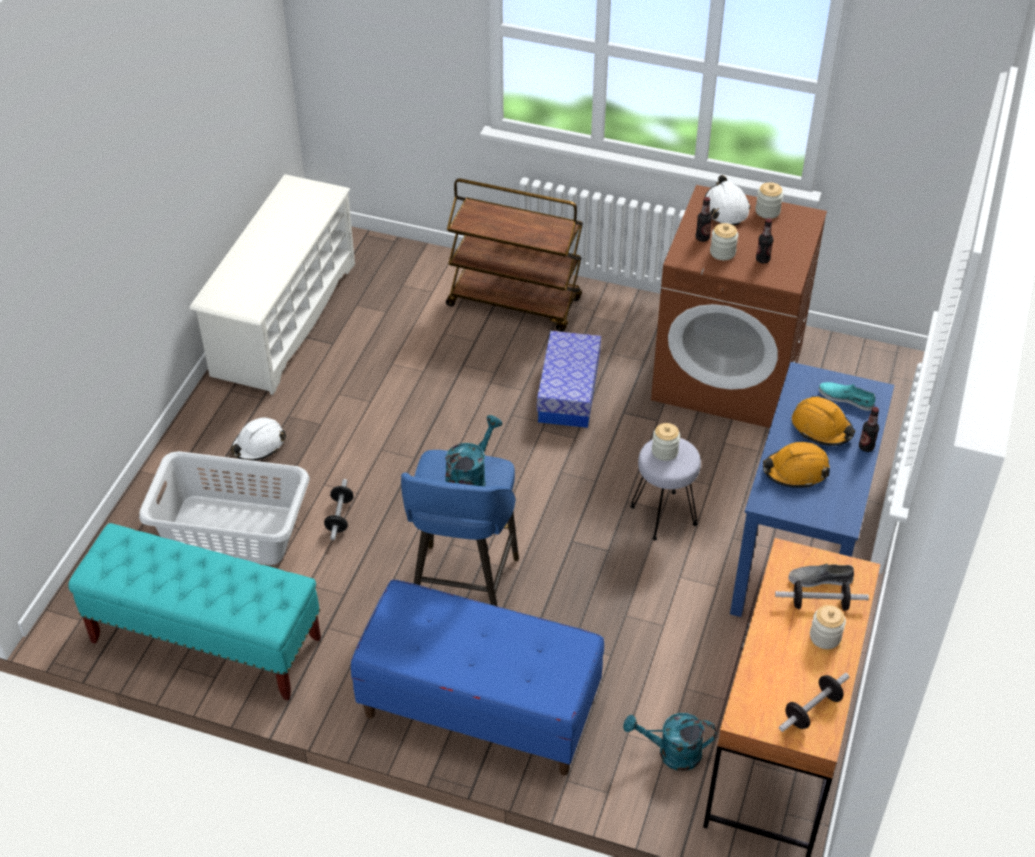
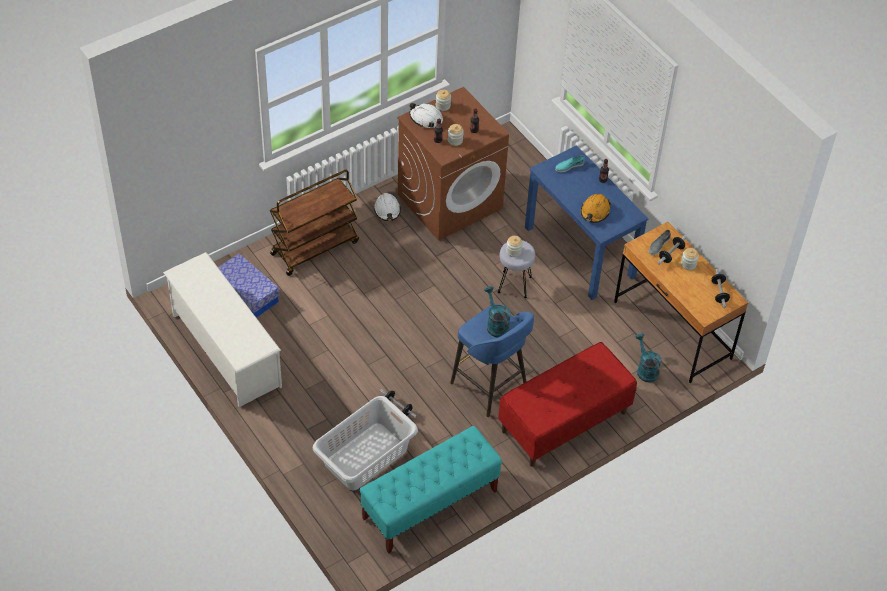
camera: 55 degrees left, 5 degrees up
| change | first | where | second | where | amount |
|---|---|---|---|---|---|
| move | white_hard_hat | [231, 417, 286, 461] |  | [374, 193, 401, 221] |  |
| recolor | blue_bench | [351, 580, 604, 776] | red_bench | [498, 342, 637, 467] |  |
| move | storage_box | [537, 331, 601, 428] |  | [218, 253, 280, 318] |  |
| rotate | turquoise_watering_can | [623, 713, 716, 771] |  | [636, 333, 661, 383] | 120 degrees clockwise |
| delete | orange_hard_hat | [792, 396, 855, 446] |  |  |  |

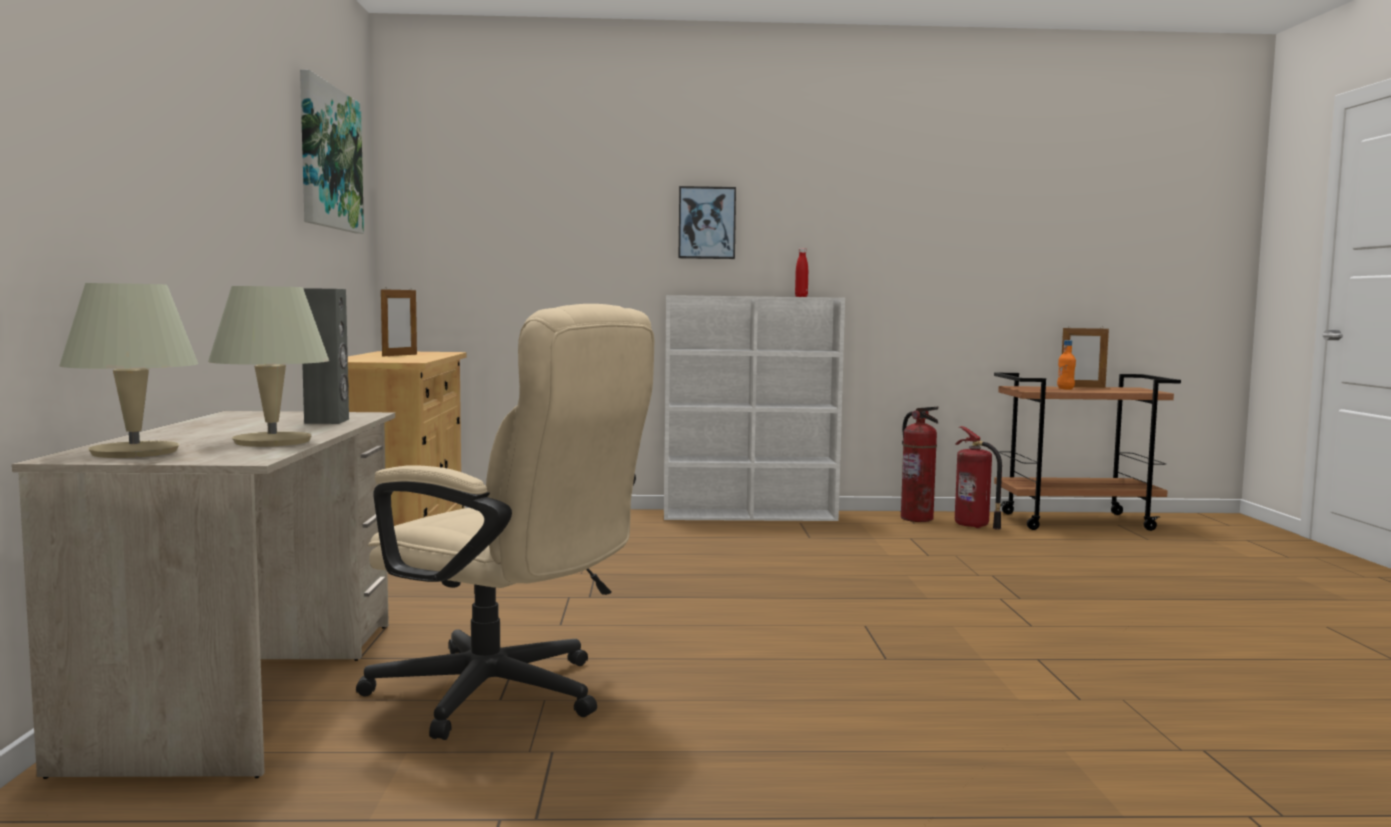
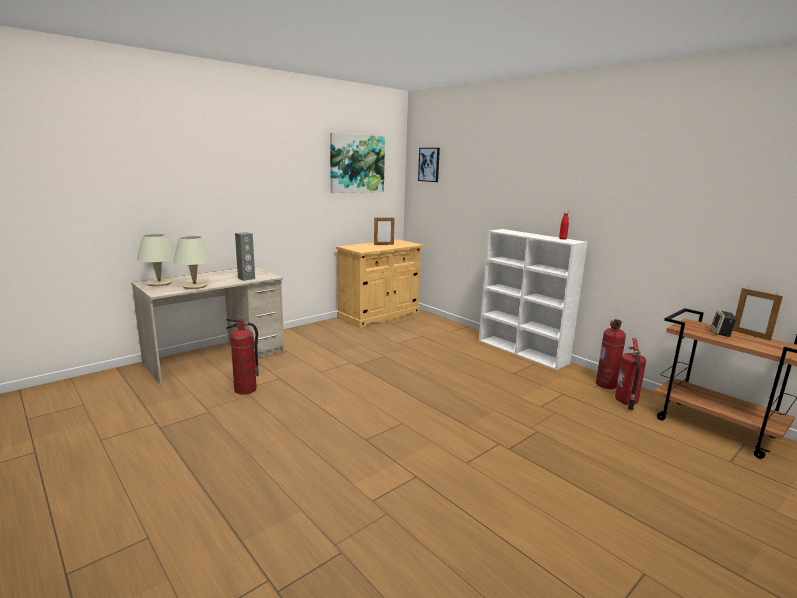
camera: 50 degrees right, 10 degrees up
| change | first | where | second | where | amount |
|---|---|---|---|---|---|
| replace | beige_office_chair | [356, 304, 654, 740] | fire_extinguisher | [226, 318, 259, 395] |  |
| move | picture | [678, 186, 736, 259] |  | [418, 148, 440, 182] |  |
| replace | orange_bottle | [1057, 340, 1076, 390] | speaker | [711, 310, 737, 337] |  |

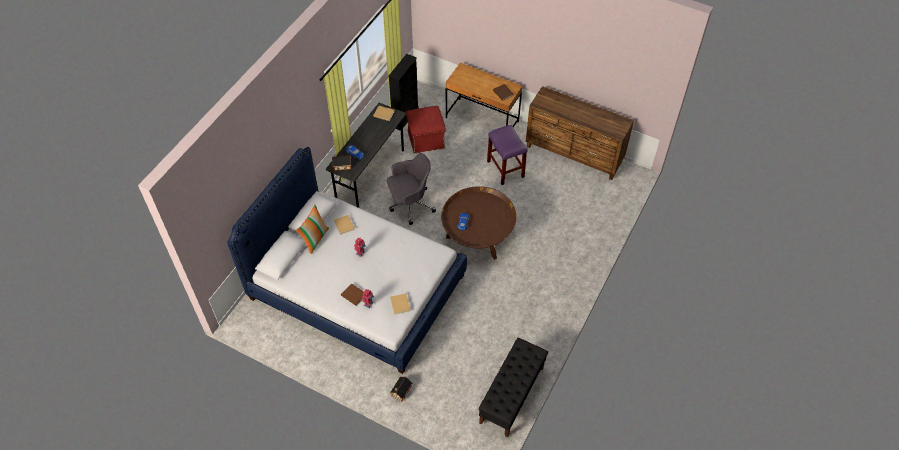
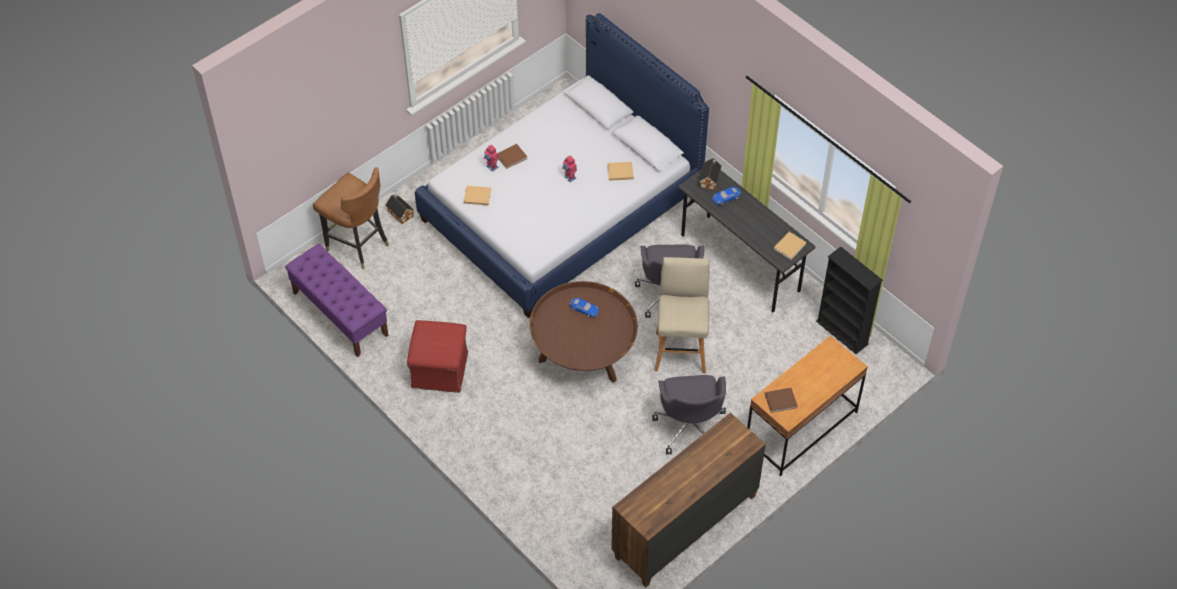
camera: 110 degrees right, 0 degrees up
| change | first | where | second | where | amount |
|---|---|---|---|---|---|
| delete | pillow | [296, 205, 329, 254] |  |  |  |
| move | red_ottoman | [406, 106, 446, 153] |  | [407, 320, 468, 393] |  |
| recolor | black_bench | [479, 338, 548, 438] | purple_bench | [285, 244, 389, 357] |  |
| replace | purple_stool | [487, 125, 527, 185] | grey_office_chair | [652, 375, 726, 454] |  |
| insert |  |  | brown_chair | [313, 167, 389, 269] |  |
| insert |  |  | beige_stool | [654, 257, 710, 373] |  |

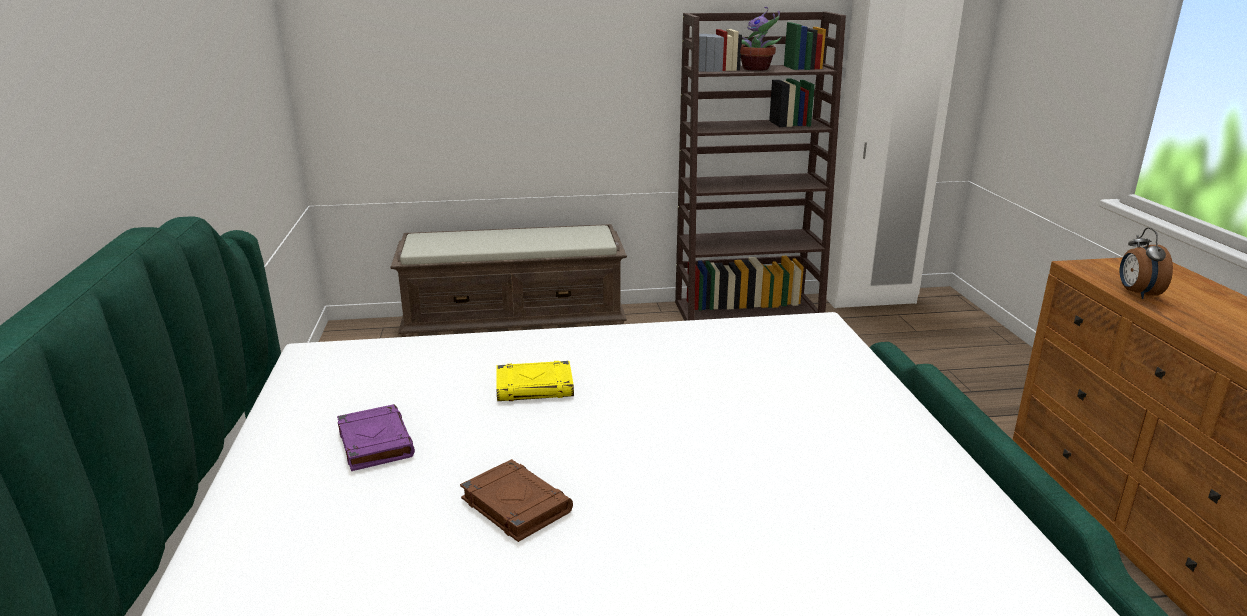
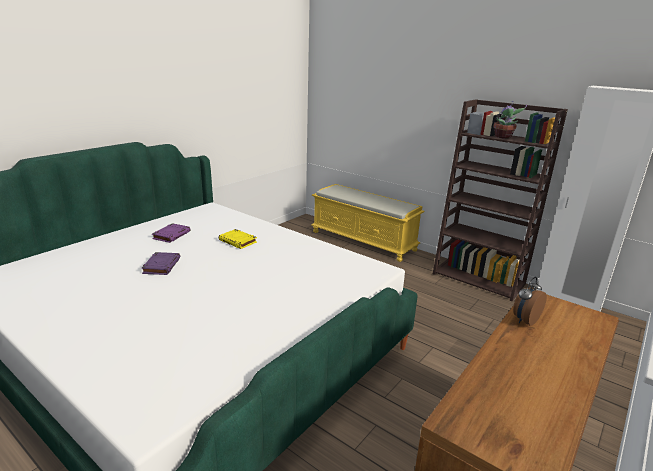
camera: 45 degrees right, 0 degrees up
| change | first | where | second | where | amount |
|---|---|---|---|---|---|
| recolor | brown_bench | [390, 224, 627, 337] | yellow_bench | [311, 184, 425, 262] |  |
| recolor | brown_book | [460, 459, 573, 542] | purple_book | [141, 252, 180, 275] |  |

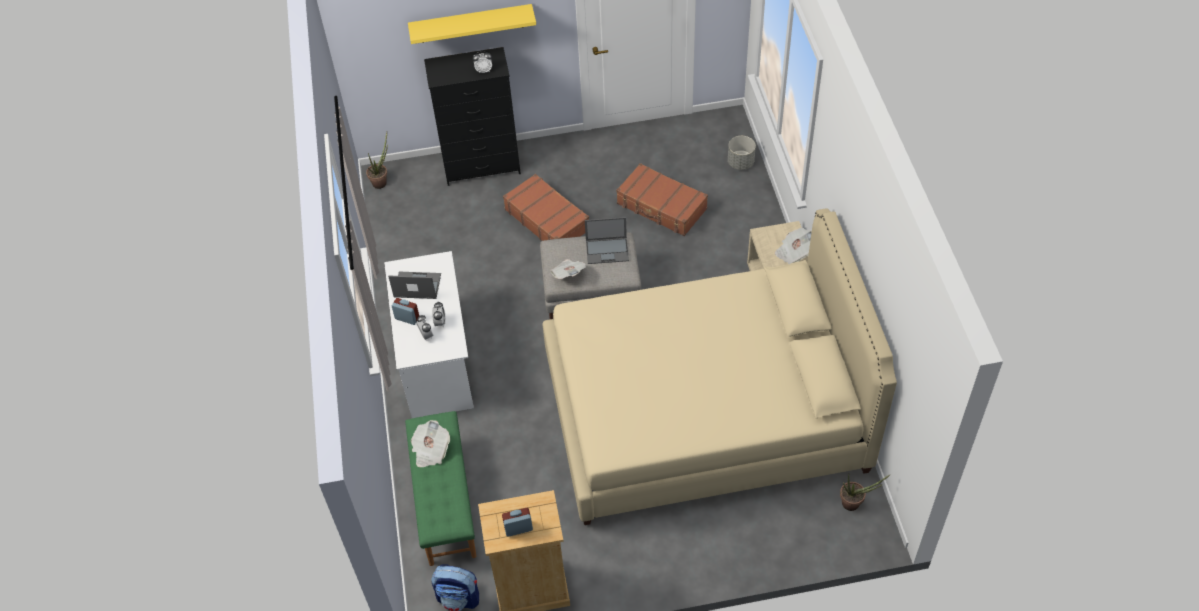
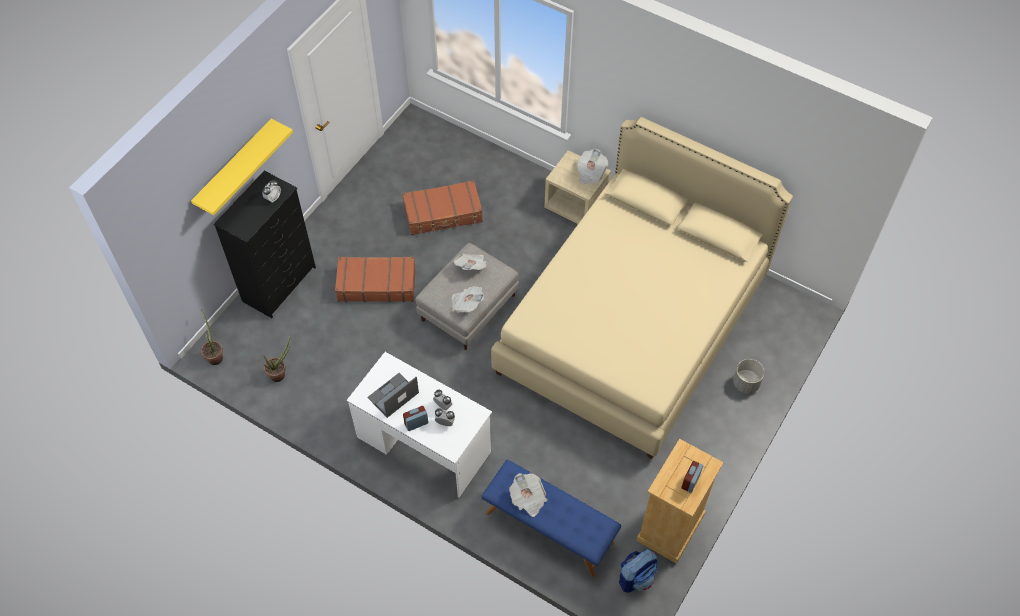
camera: 50 degrees left, 5 degrees up
| change | first | where | second | where | amount |
|---|---|---|---|---|---|
| recolor | green_bench | [405, 411, 476, 566] | blue_bench | [481, 460, 621, 577] |  |
| replace | laptop | [585, 217, 629, 264] | newspaper | [454, 254, 487, 270] |  |
| move | grey_planter | [728, 136, 756, 170] |  | [733, 359, 765, 394] |  |
| move | potted_plant | [840, 474, 891, 511] |  | [264, 334, 291, 382] |  |

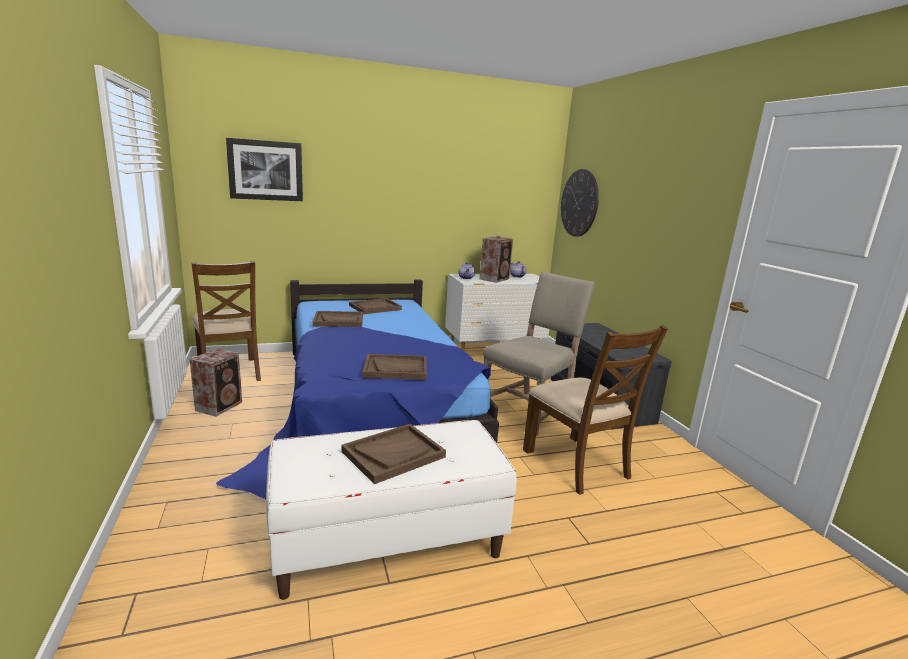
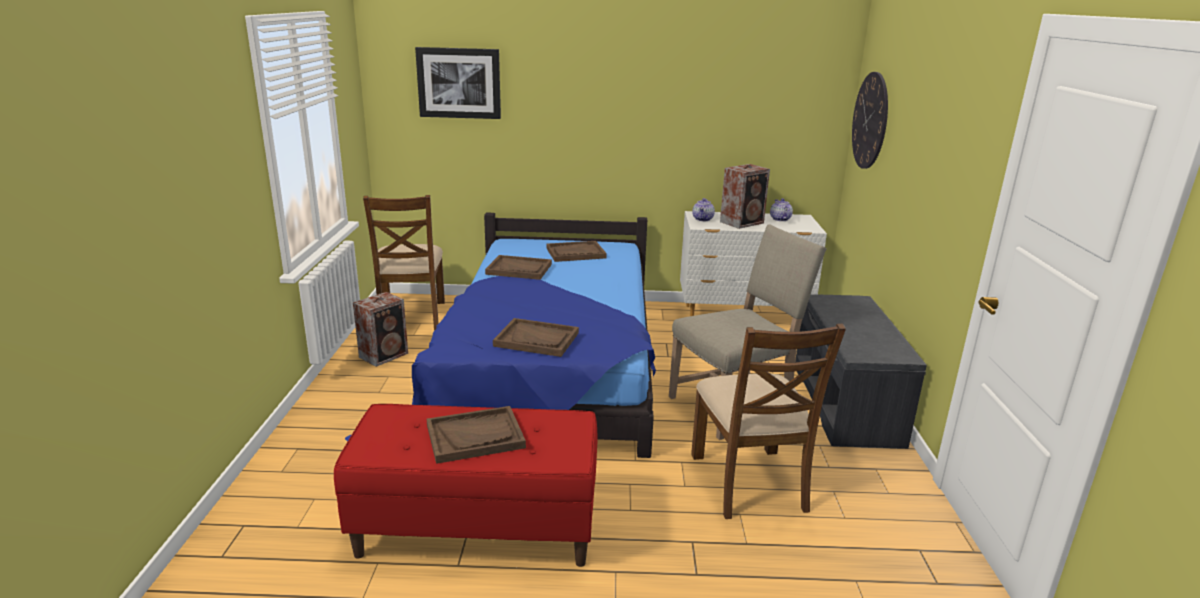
camera: 20 degrees right, 5 degrees up
| change | first | where | second | where | amount |
|---|---|---|---|---|---|
| recolor | white_bench | [266, 420, 517, 600] | red_bench | [334, 404, 597, 567] |  |

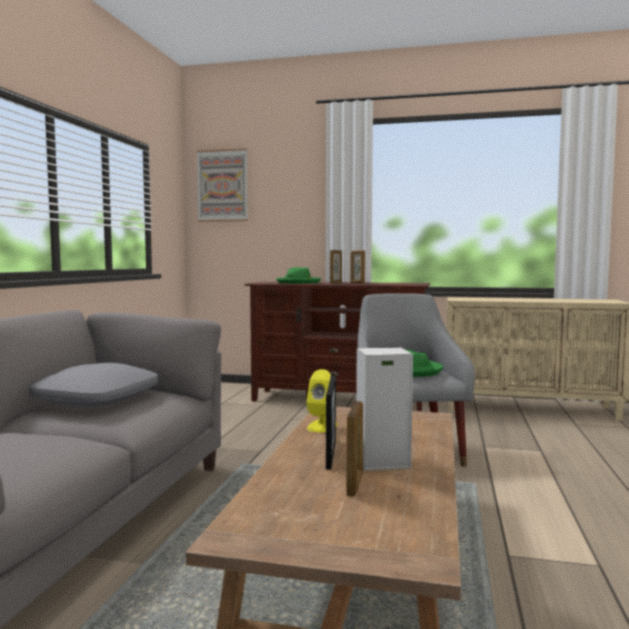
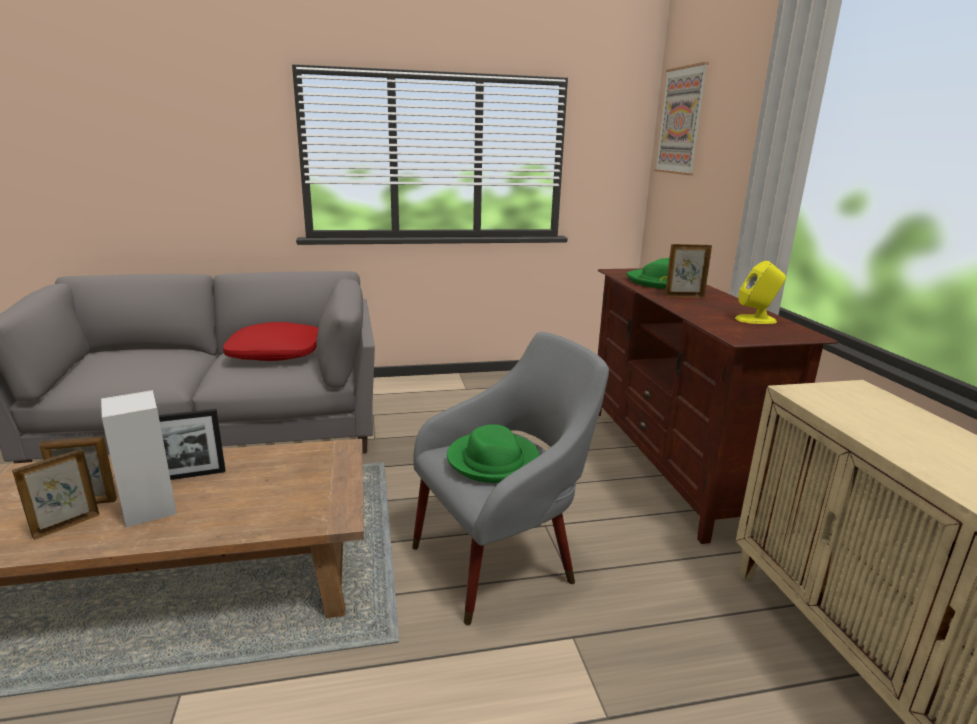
camera: 65 degrees right, 15 degrees up
| change | first | where | second | where | amount |
|---|---|---|---|---|---|
| recolor | grey_pillow | [29, 363, 158, 407] | red_pillow | [223, 322, 318, 361] |  |
| move | yellow_speaker | [306, 369, 337, 432] |  | [735, 261, 786, 324] |  |
| move | picture_frame | [350, 250, 365, 283] |  | [12, 449, 99, 540] |  |

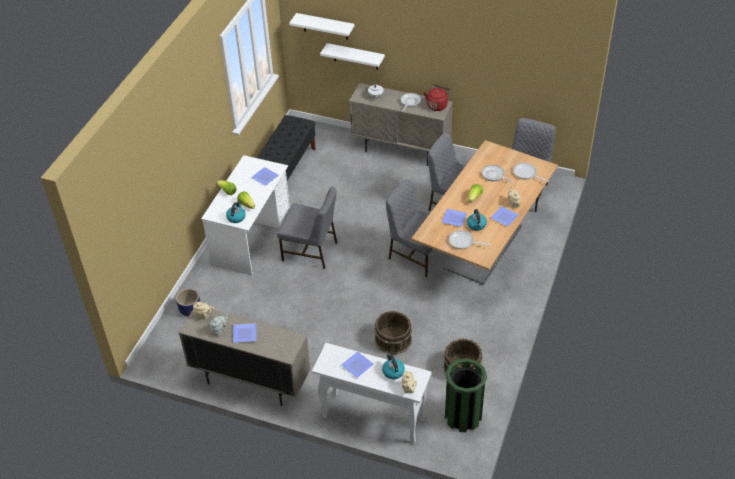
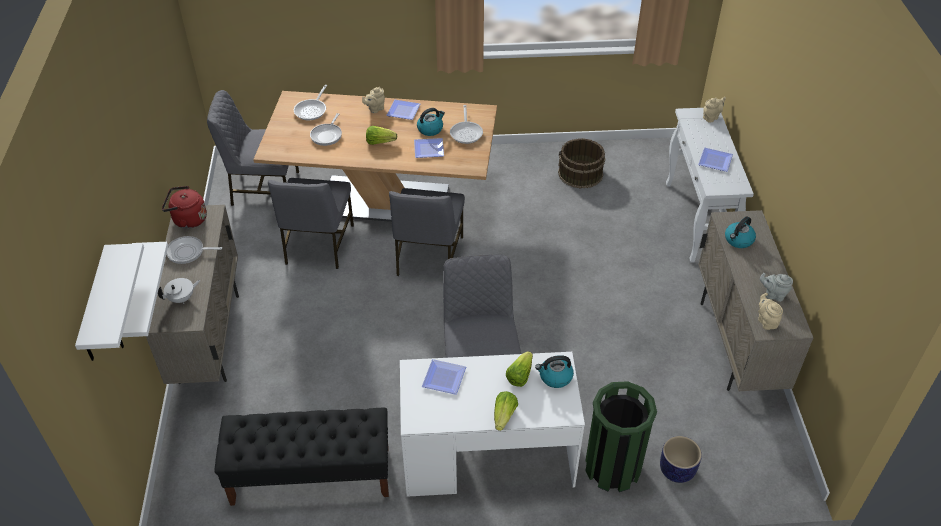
camera: 115 degrees left, 0 degrees up
| change | first | where | second | where | amount |
|---|---|---|---|---|---|
| delete | plate | [233, 323, 257, 343] |  |  |  |
| delete | brown_bucket | [374, 311, 412, 355] |  |  |  |
| move | kettle | [382, 354, 405, 379] |  | [725, 216, 756, 248] |  |
| move | green_trash_can | [445, 358, 487, 432] |  | [585, 381, 657, 492] |  |

